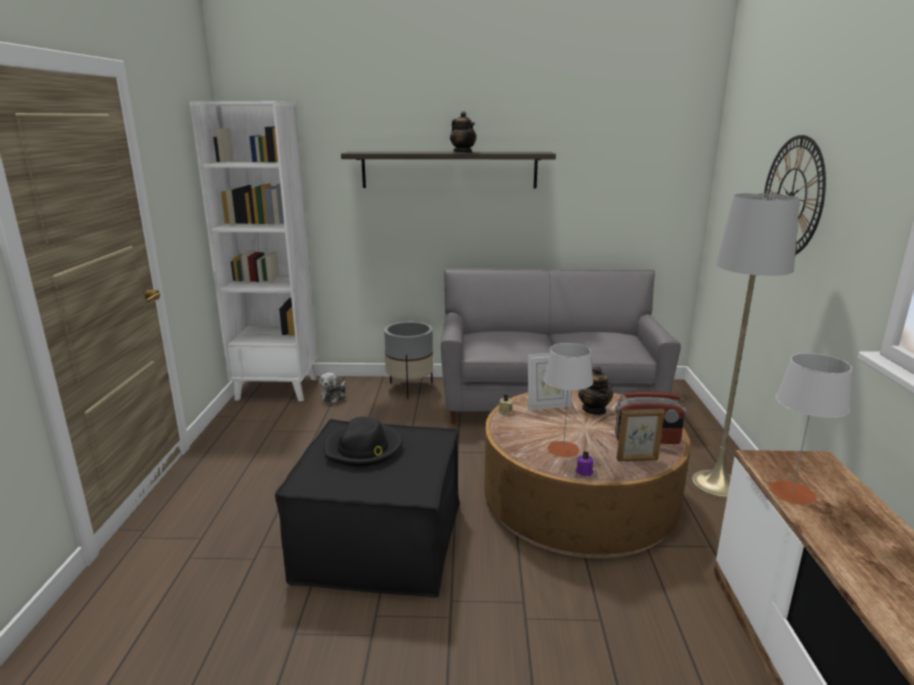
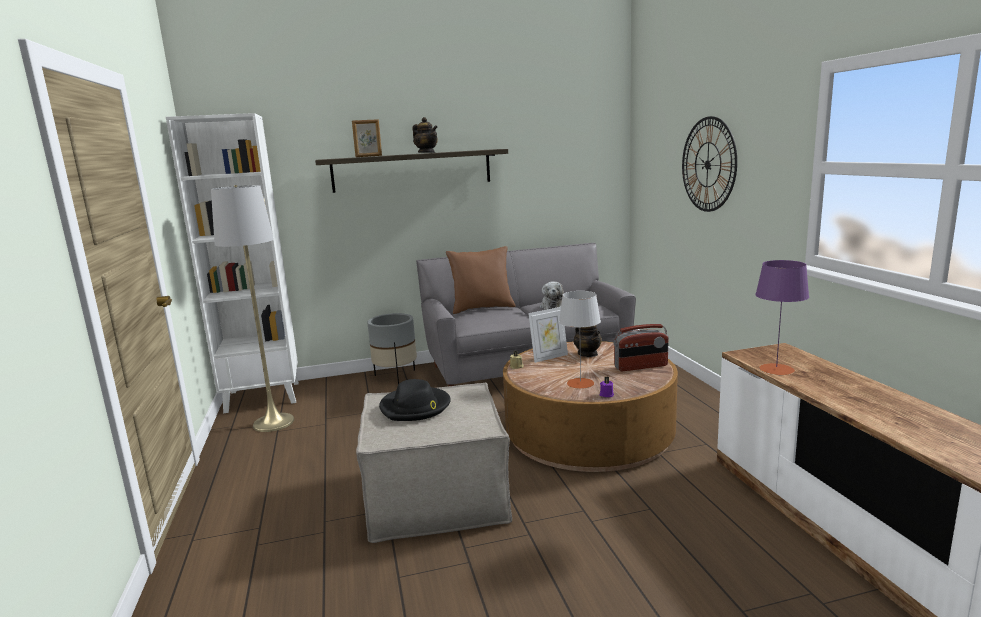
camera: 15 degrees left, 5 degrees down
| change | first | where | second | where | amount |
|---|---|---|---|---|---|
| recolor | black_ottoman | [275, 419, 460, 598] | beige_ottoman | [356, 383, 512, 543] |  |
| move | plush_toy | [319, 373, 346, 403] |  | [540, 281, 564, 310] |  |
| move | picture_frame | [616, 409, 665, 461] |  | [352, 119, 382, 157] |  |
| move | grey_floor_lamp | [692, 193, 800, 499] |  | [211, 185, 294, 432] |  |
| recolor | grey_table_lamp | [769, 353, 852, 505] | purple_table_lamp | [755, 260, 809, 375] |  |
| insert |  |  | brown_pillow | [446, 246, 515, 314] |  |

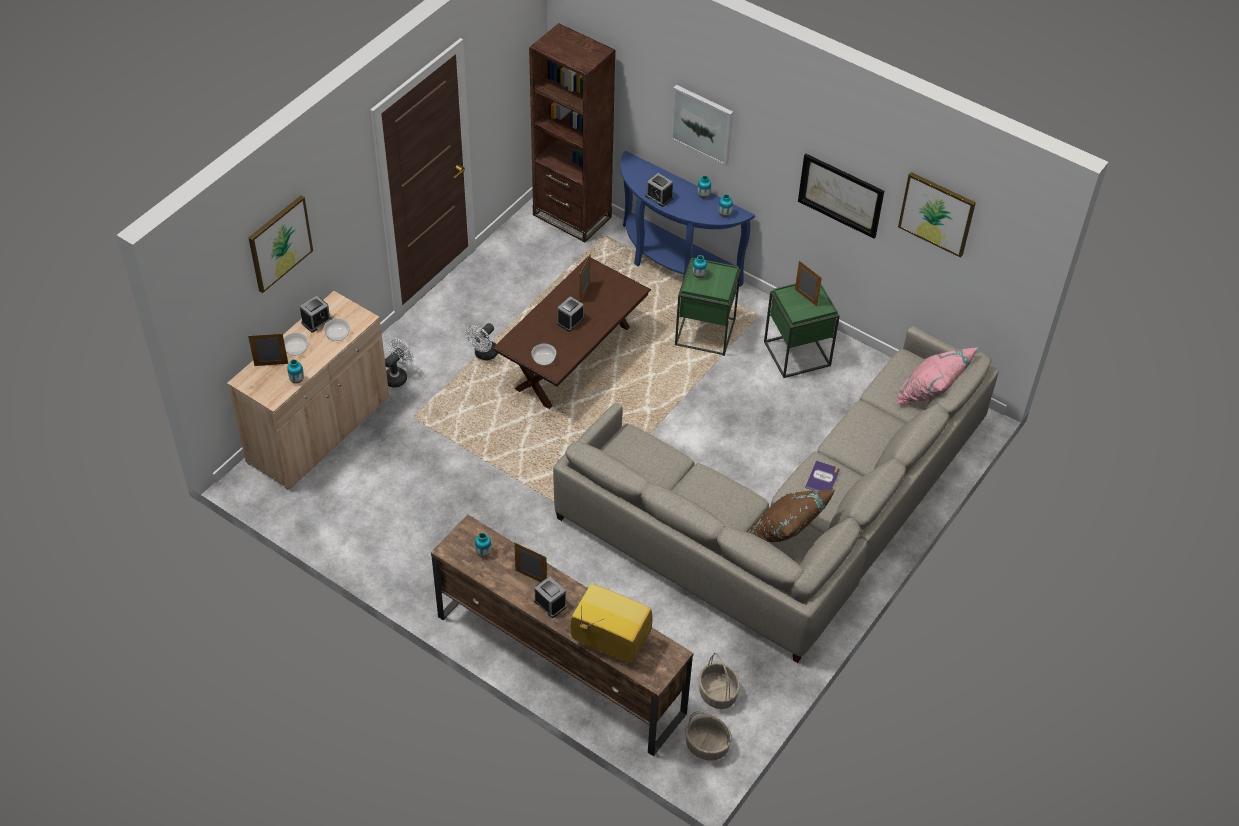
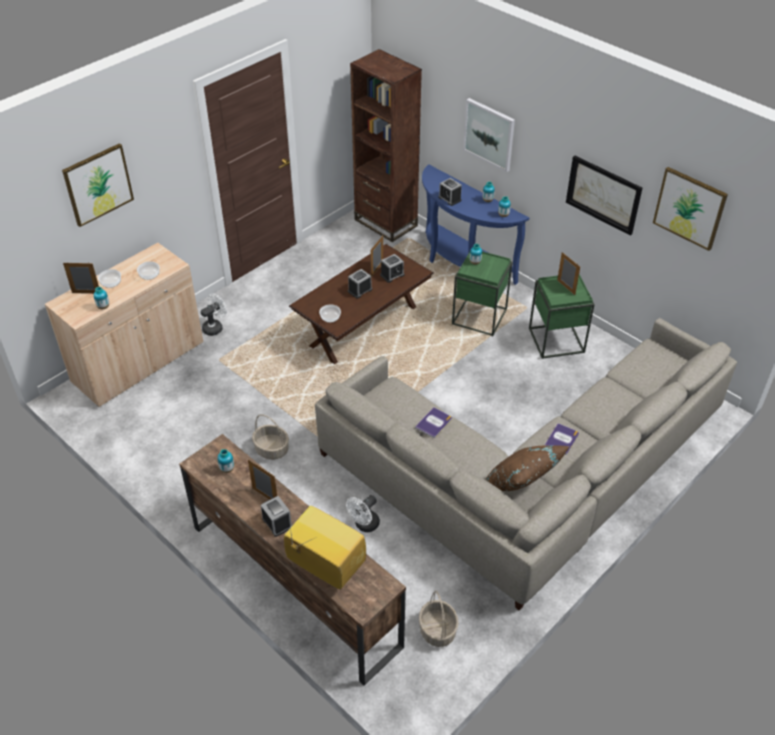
camera: 10 degrees right, 5 degrees down
| change | first | where | second | where | amount |
|---|---|---|---|---|---|
| move | alarm_clock | [300, 296, 332, 333] |  | [380, 254, 405, 283] |  |
| move | white_fan | [465, 323, 498, 360] |  | [346, 495, 380, 532] |  |
| move | basket | [685, 711, 732, 761] |  | [252, 414, 289, 460] |  |
| delete | pink_pillow | [897, 347, 978, 405] |  |  |  |
| insert |  |  | book | [415, 407, 452, 438] |  |

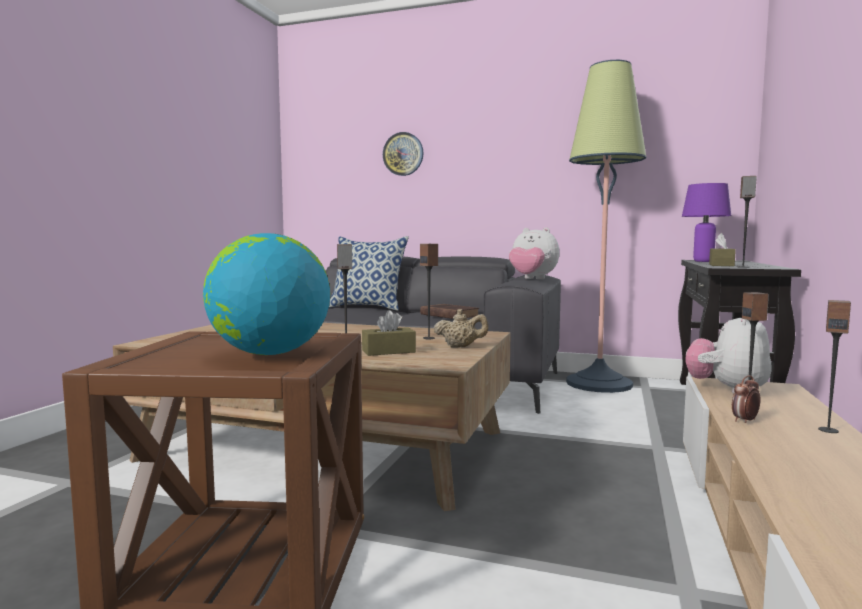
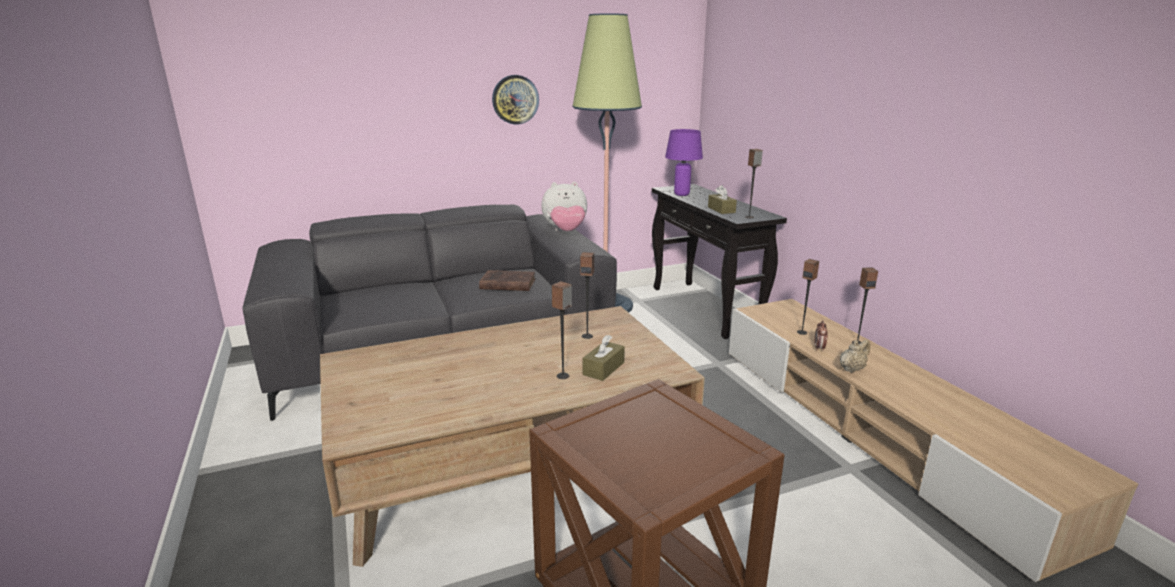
camera: 40 degrees left, 15 degrees up
| change | first | where | second | where | amount |
|---|---|---|---|---|---|
| delete | globe | [203, 233, 330, 355] |  |  |  |
| delete | pillow | [329, 236, 409, 311] |  |  |  |
| move | wall_clock | [383, 132, 423, 176] |  | [492, 75, 539, 125] |  |
| move | beige_teapot | [434, 309, 489, 348] |  | [840, 340, 870, 373] |  |
| delete | plush_toy | [686, 318, 772, 394] |  |  |  |

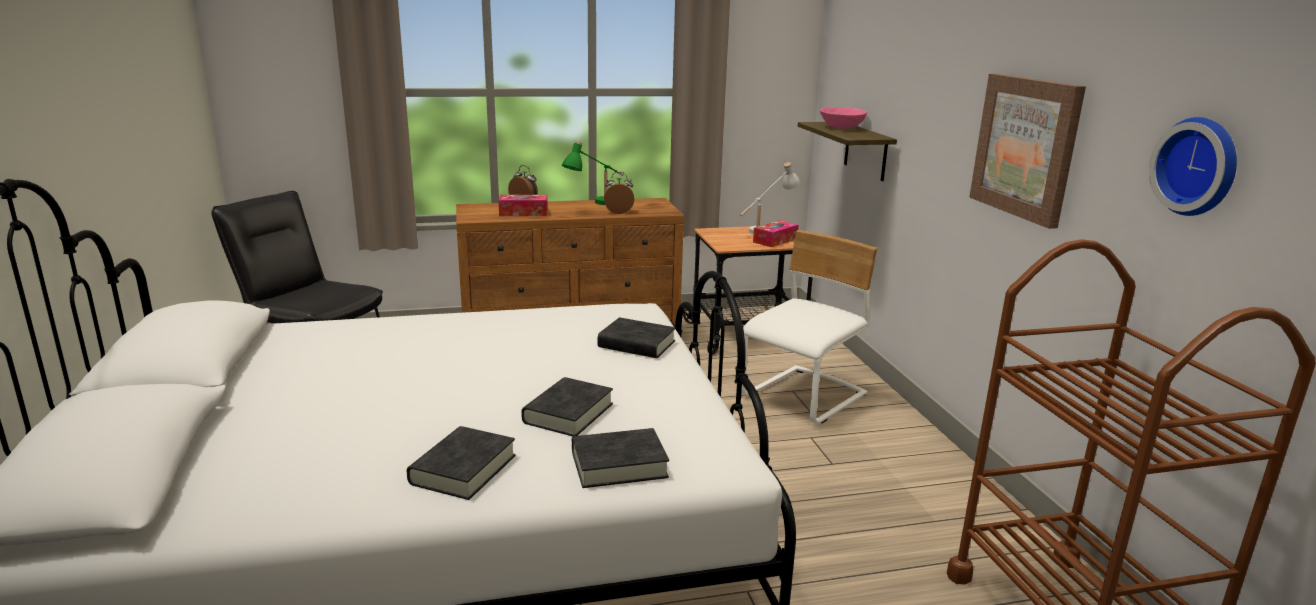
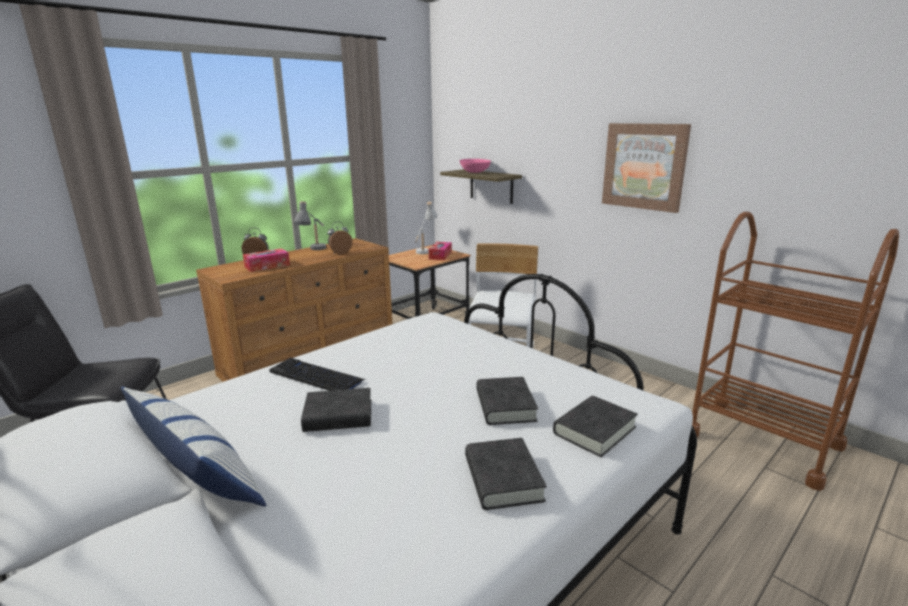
camera: 30 degrees left, 0 degrees up
| change | first | where | second | where | amount |
|---|---|---|---|---|---|
| recolor | green_table_lamp | [562, 141, 624, 205] | grey_table_lamp | [294, 201, 326, 250] |  |
| move | black_book | [597, 317, 676, 358] |  | [301, 388, 371, 432] |  |
| delete | wall_clock | [1149, 117, 1237, 216] |  |  |  |
| insert |  |  | pillow | [120, 387, 266, 506] |  |
| insert |  |  | keyboard | [269, 358, 366, 391] |  |

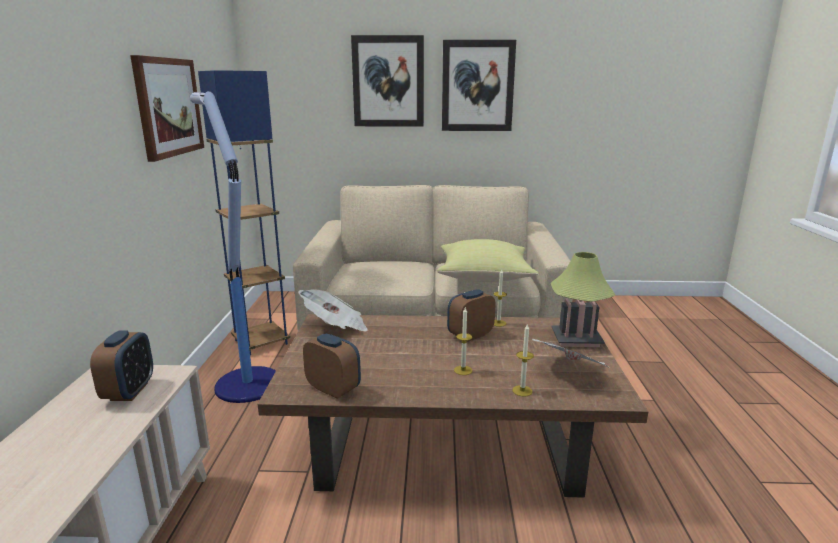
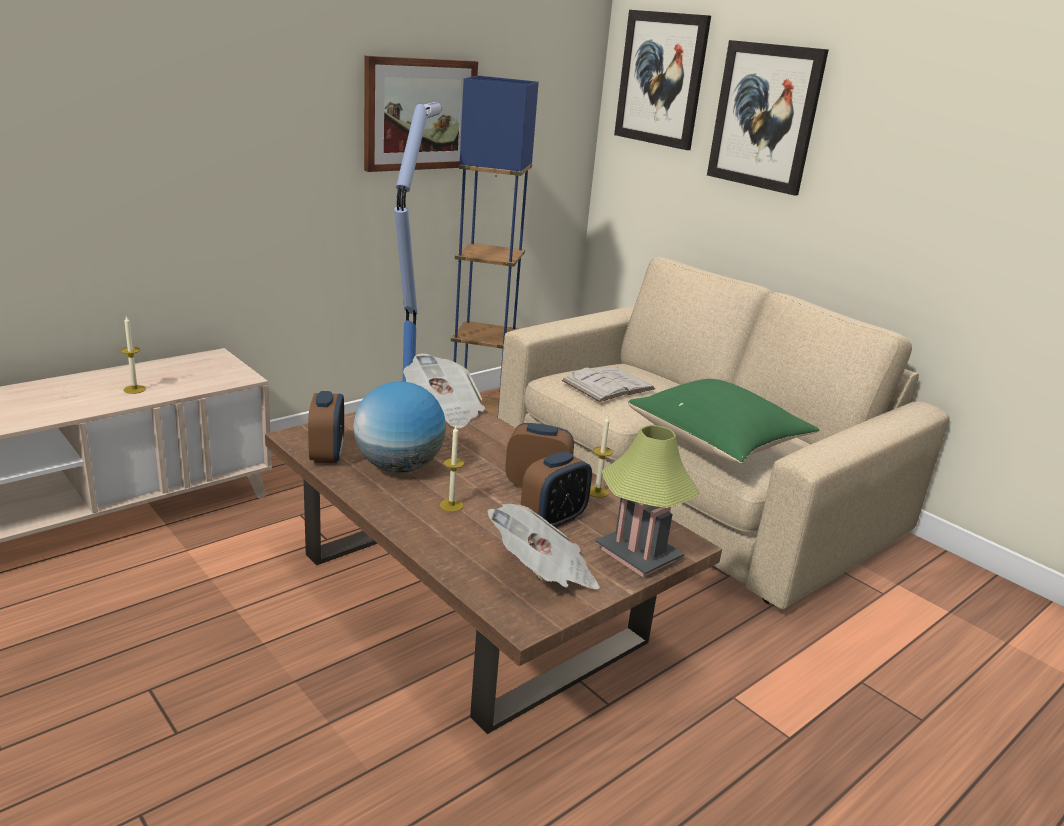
camera: 45 degrees right, 5 degrees up
| change | first | where | second | where | amount |
|---|---|---|---|---|---|
| move | alarm_clock | [90, 330, 153, 401] |  | [521, 451, 592, 528] |  |
| recolor | yellow_pillow | [437, 239, 539, 282] | green_pillow | [628, 379, 820, 463] |  |
| move | picture | [442, 40, 516, 131] |  | [614, 10, 711, 150] |  |
| move | candle | [512, 323, 534, 396] |  | [120, 316, 146, 394] |  |
| insert |  |  | globe | [353, 381, 446, 473] |  |
| insert |  |  | white_book | [561, 367, 655, 402] |  |

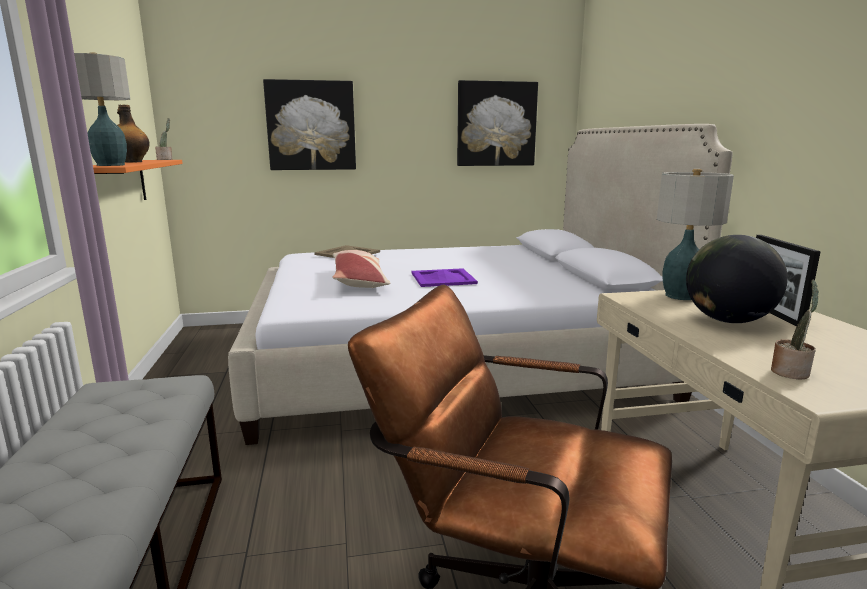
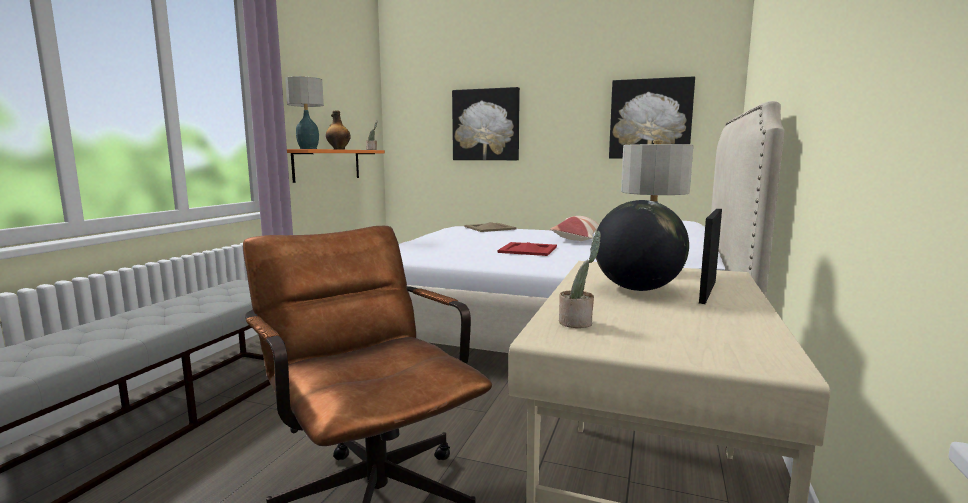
camera: 30 degrees right, 5 degrees down
| change | first | where | second | where | amount |
|---|---|---|---|---|---|
| move | pillow | [333, 250, 390, 288] |  | [550, 216, 600, 241] |  |
| recolor | purple_tray | [412, 268, 478, 287] | red_tray | [497, 242, 557, 256] |  |

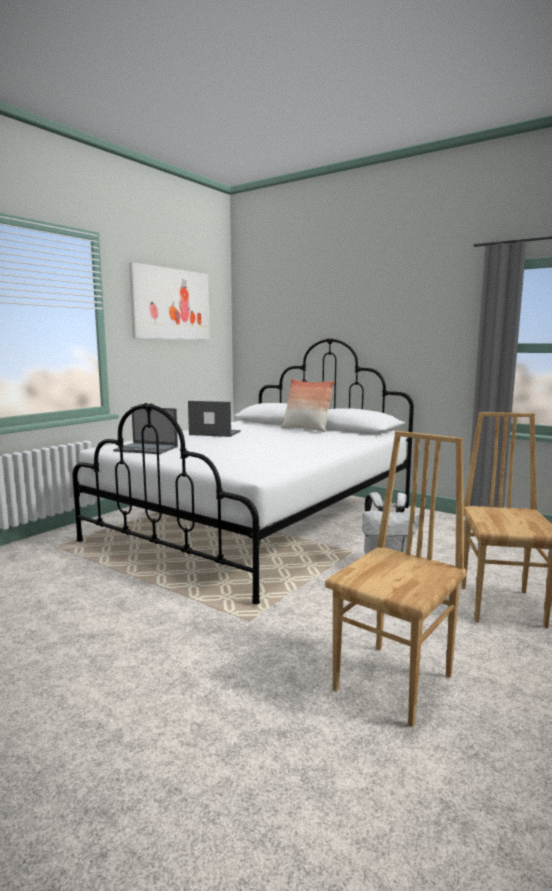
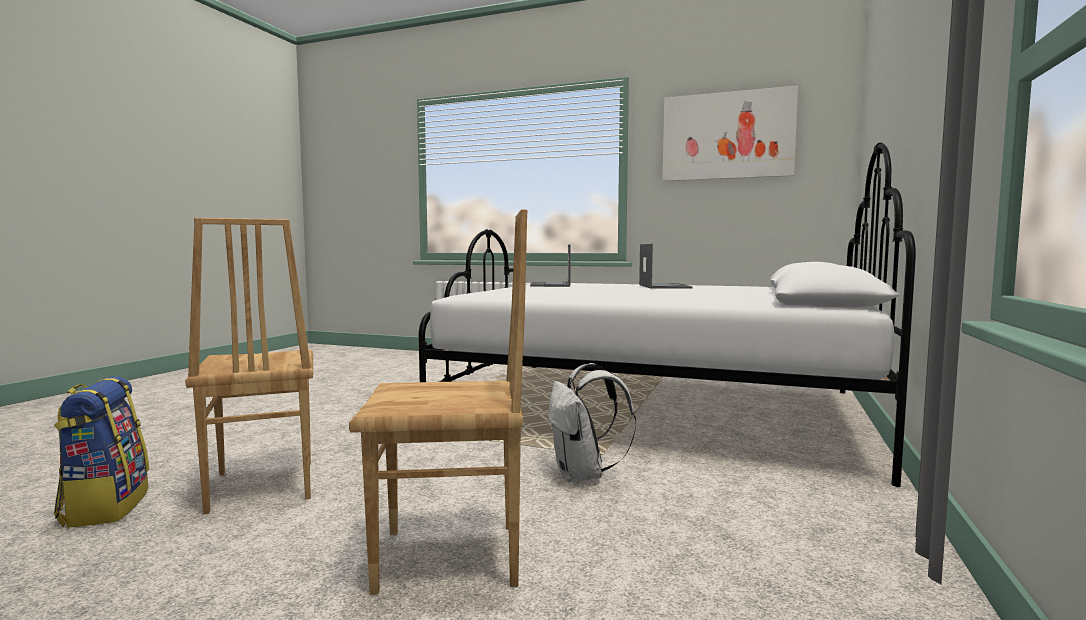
camera: 75 degrees right, 5 degrees down
| change | first | where | second | where | amount |
|---|---|---|---|---|---|
| delete | pillow | [281, 378, 335, 432] |  |  |  |
| rotate | brown_chair | [325, 431, 467, 727] |  | [185, 218, 313, 514] | 45 degrees clockwise |
| insert |  |  | backpack | [54, 376, 149, 528] |  |

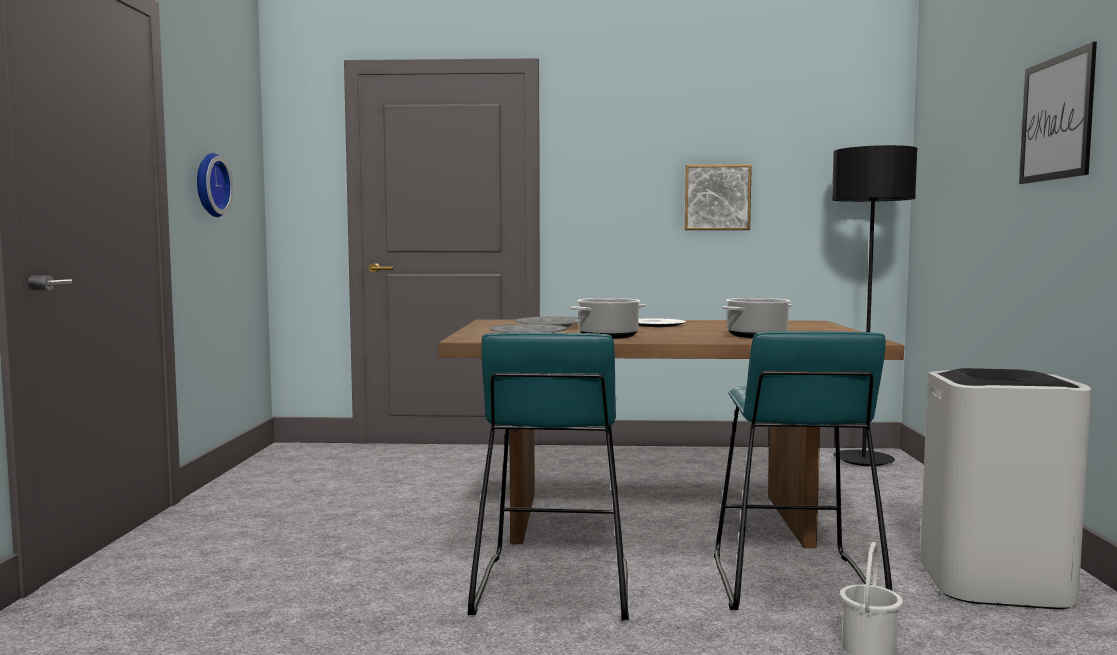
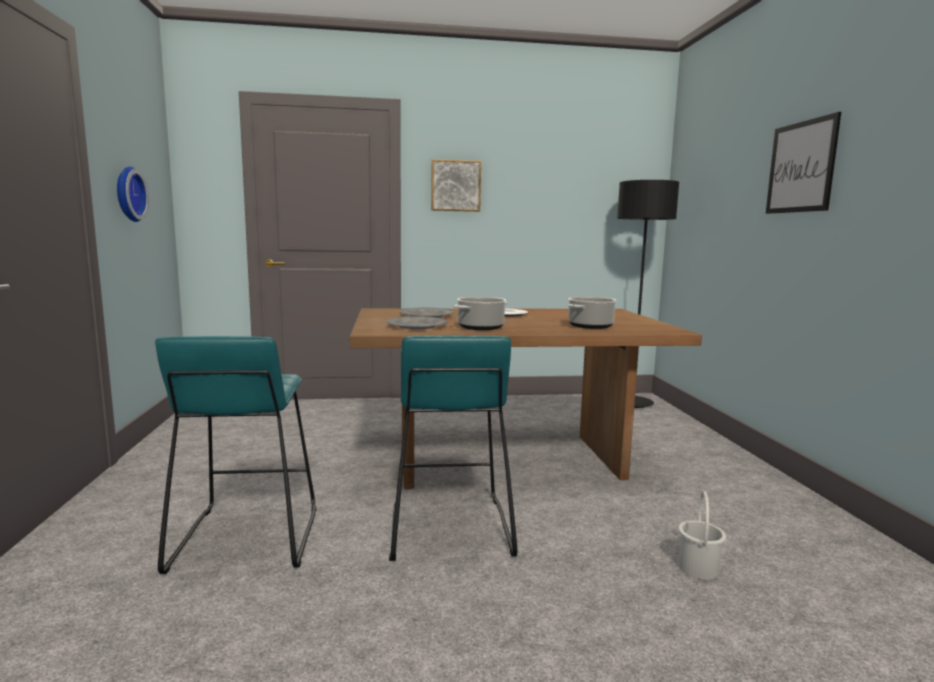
camera: 10 degrees left, 5 degrees up
| change | first | where | second | where | amount |
|---|---|---|---|---|---|
| move | picture | [684, 164, 752, 230] |  | [431, 159, 481, 212] |  |
| move | turquoise_stool | [714, 331, 893, 610] |  | [155, 336, 316, 574] |  |
| delete | white_trash_can | [920, 368, 1092, 609] |  |  |  |

